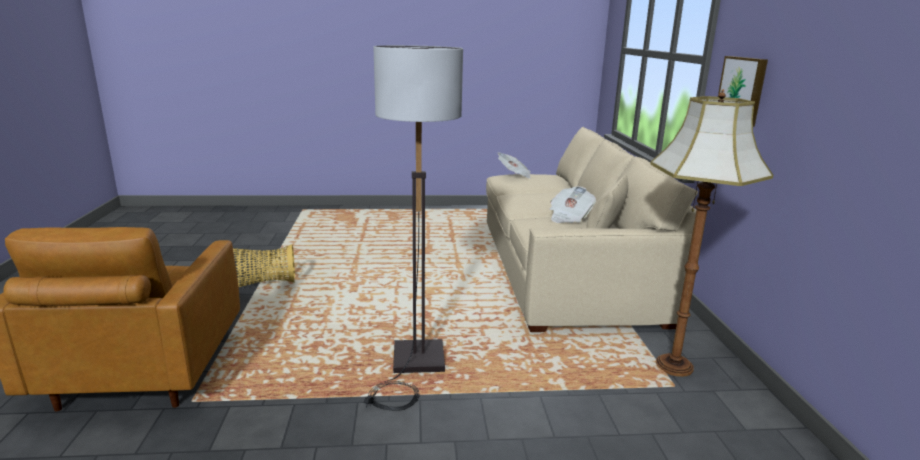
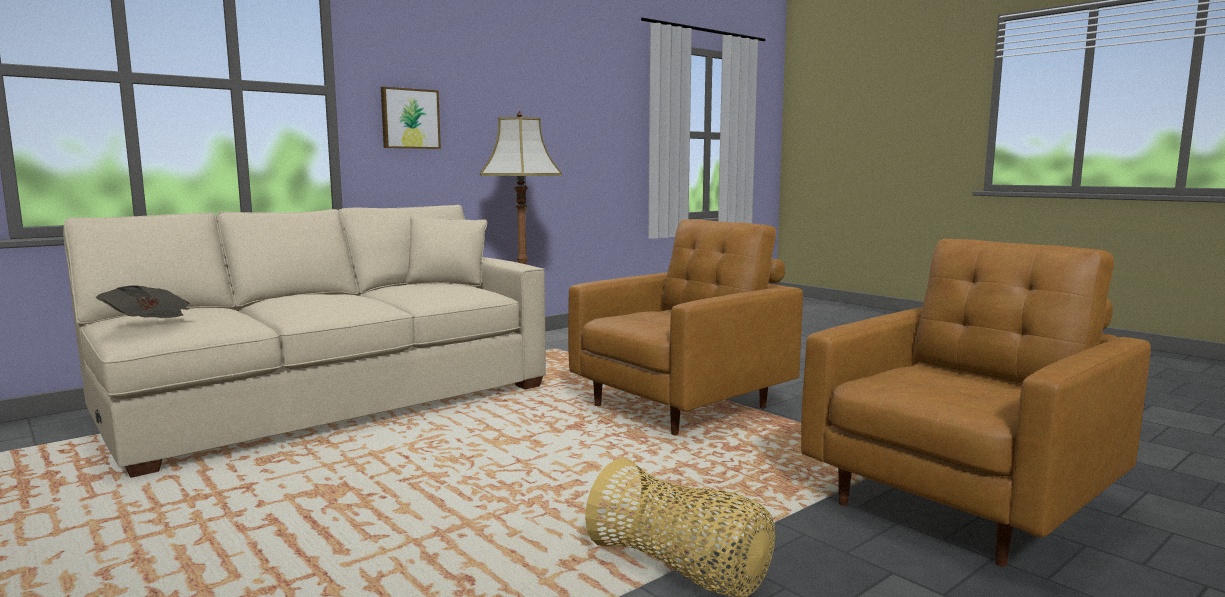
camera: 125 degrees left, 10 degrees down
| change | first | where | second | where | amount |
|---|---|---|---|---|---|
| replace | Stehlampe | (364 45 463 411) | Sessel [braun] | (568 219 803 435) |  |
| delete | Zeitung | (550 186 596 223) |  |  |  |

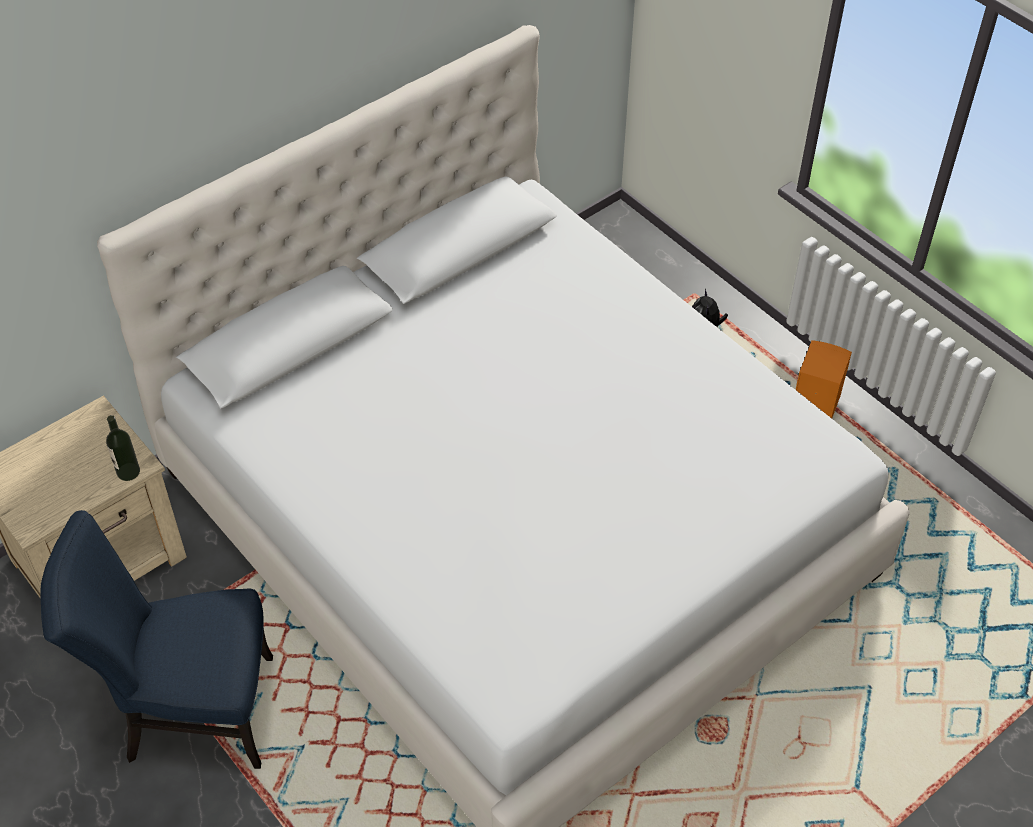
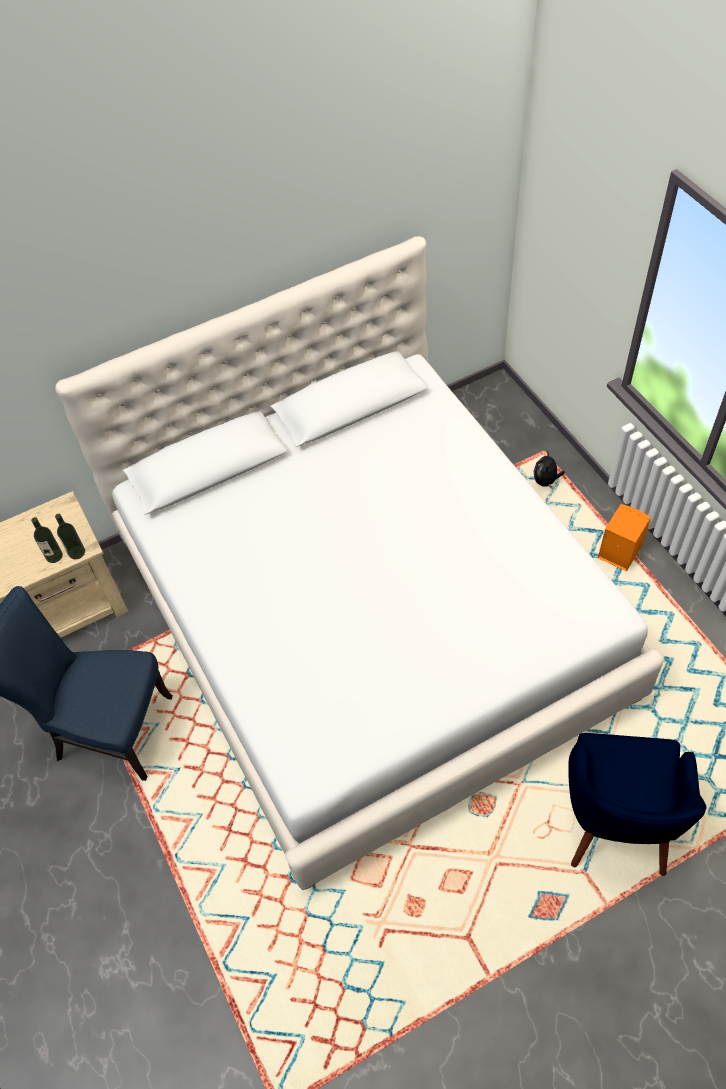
camera: 15 degrees right, 5 degrees up
| change | first | where | second | where | amount |
|---|---|---|---|---|---|
| insert |  |  | Flasche | (31 517 63 563) |  |
| insert |  |  | Sessel [blau] | (568 733 707 876) |  |

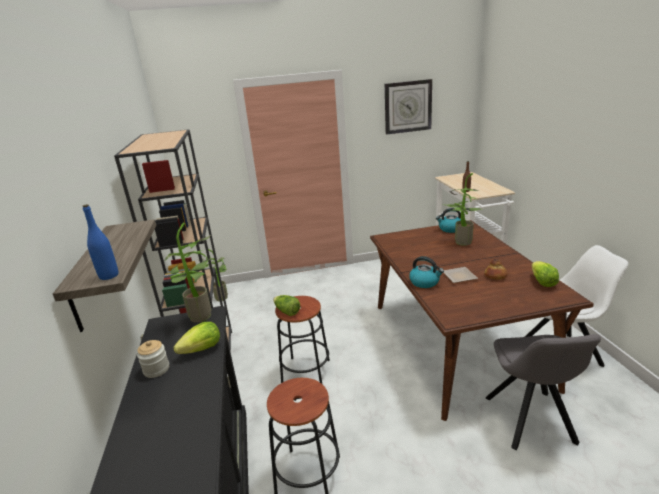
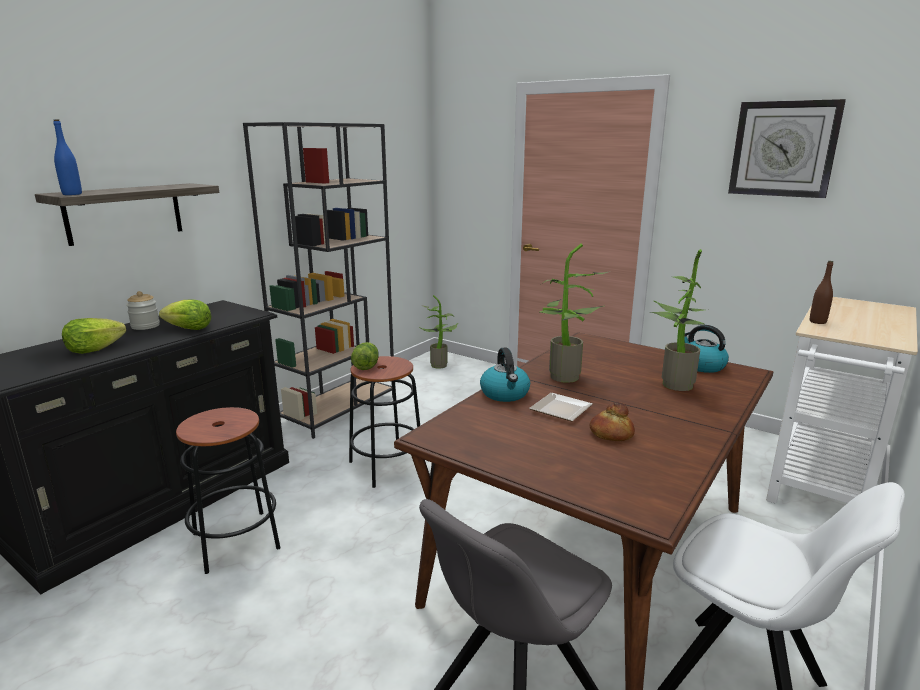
camera: 45 degrees right, 5 degrees down
| change | first | where | second | where | amount |
|---|---|---|---|---|---|
| move | Topfpflanze | (164 223 211 323) |  | (540 244 610 383) |  |
| move | Salatkopf | (532 261 559 287) |  | (62 318 126 354) |  |

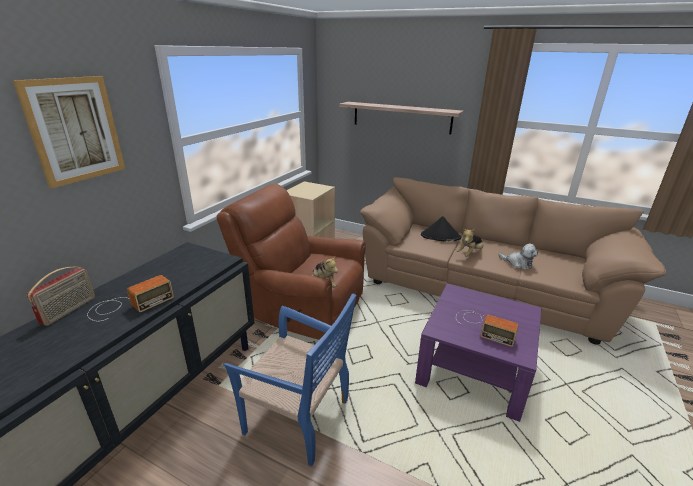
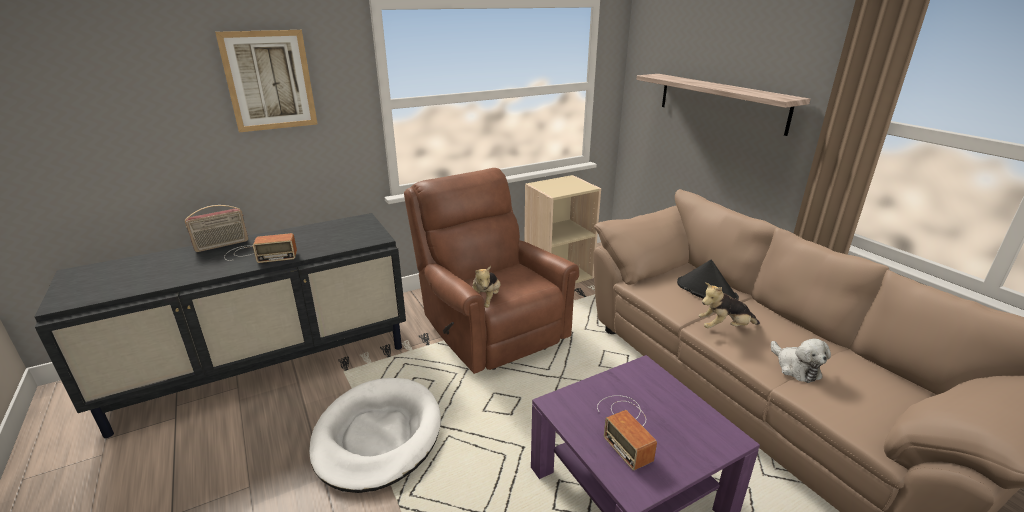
camera: 35 degrees right, 0 degrees up
| change | first | where | second | where | amount |
|---|---|---|---|---|---|
| replace | Sessel [blau] | (224 294 356 466) | Hundebett [weiß] | (309 378 441 493) |  |

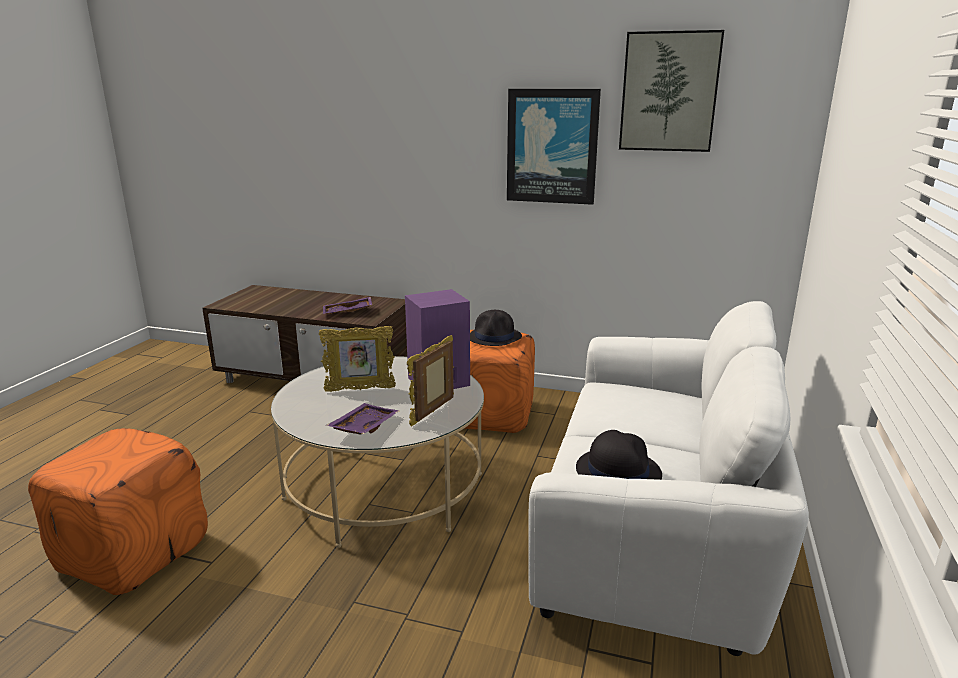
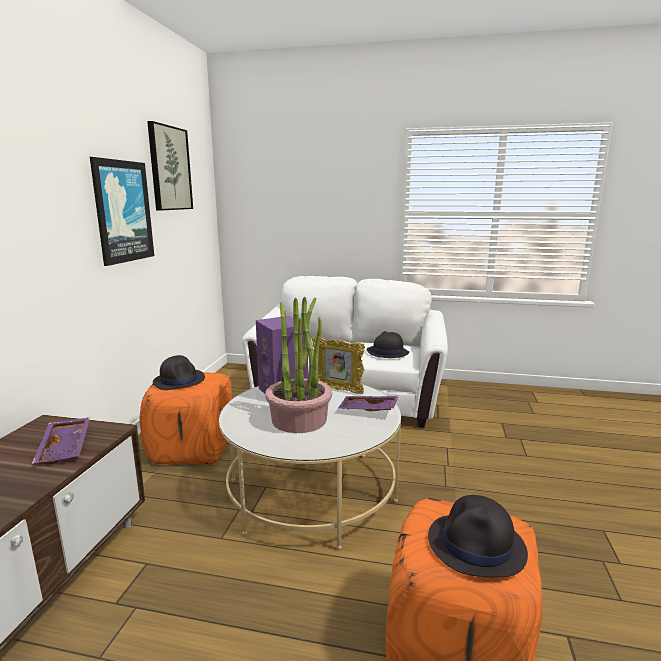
camera: 95 degrees left, 5 degrees down
| change | first | where | second | where | amount |
|---|---|---|---|---|---|
| replace | Bilderrahmen | (319 326 396 392) | Topfpflanze | (265 297 332 433) |  |
| insert |  |  | Hut [schwarz] | (428 495 528 577) |  |

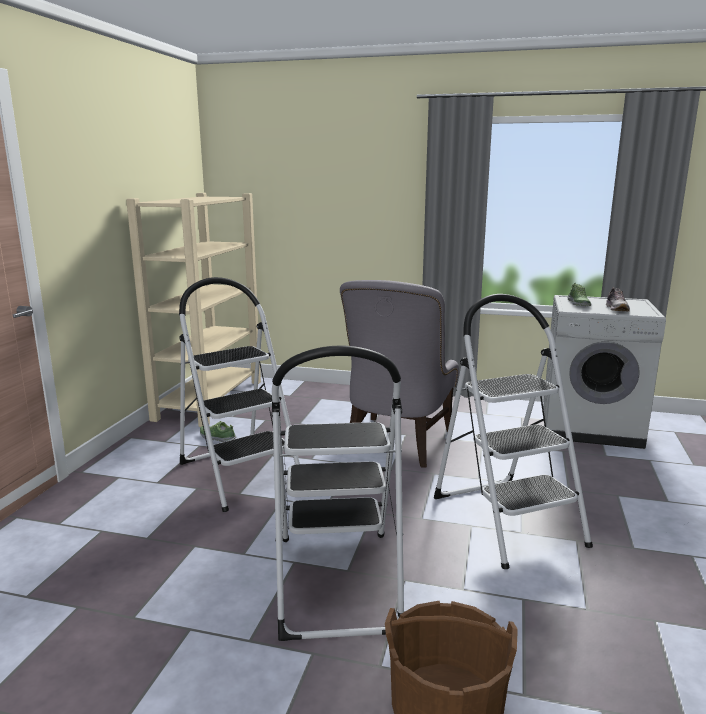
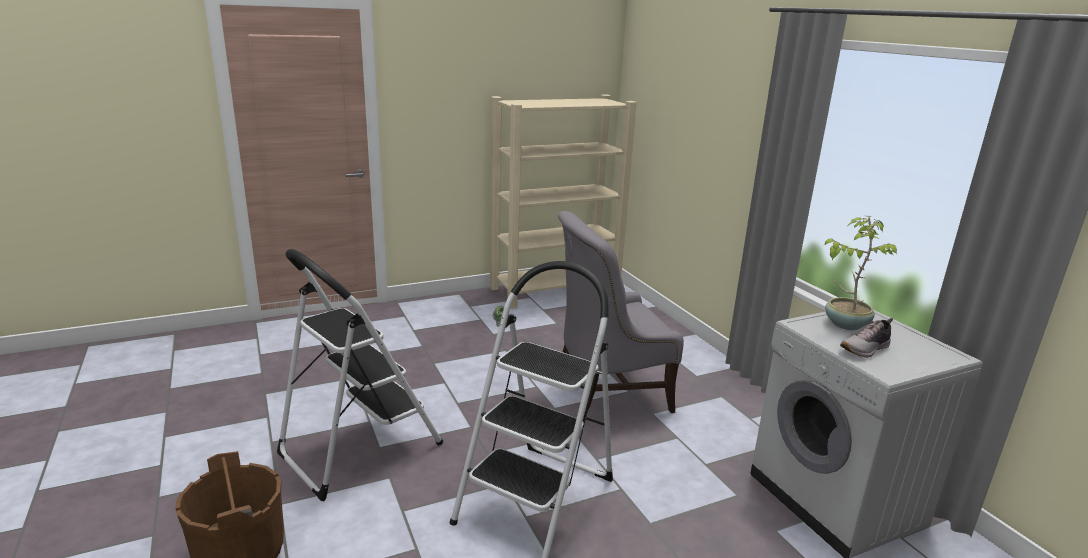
camera: 50 degrees right, 5 degrees up
| change | first | where | second | where | amount |
|---|---|---|---|---|---|
| delete | Trittleiter | (179 277 300 512) |  |  |  |
| replace | Schuh | (567 283 591 306) | Topfpflanze | (824 216 897 330) |  |

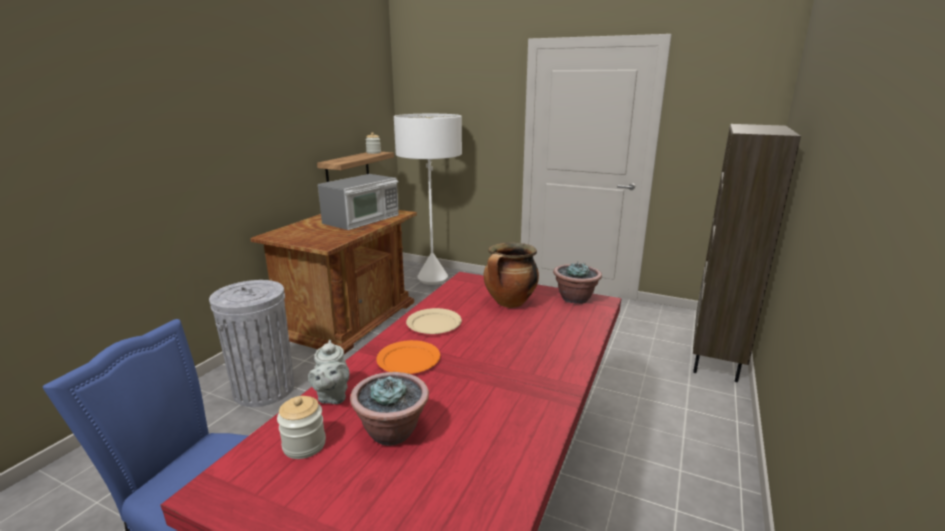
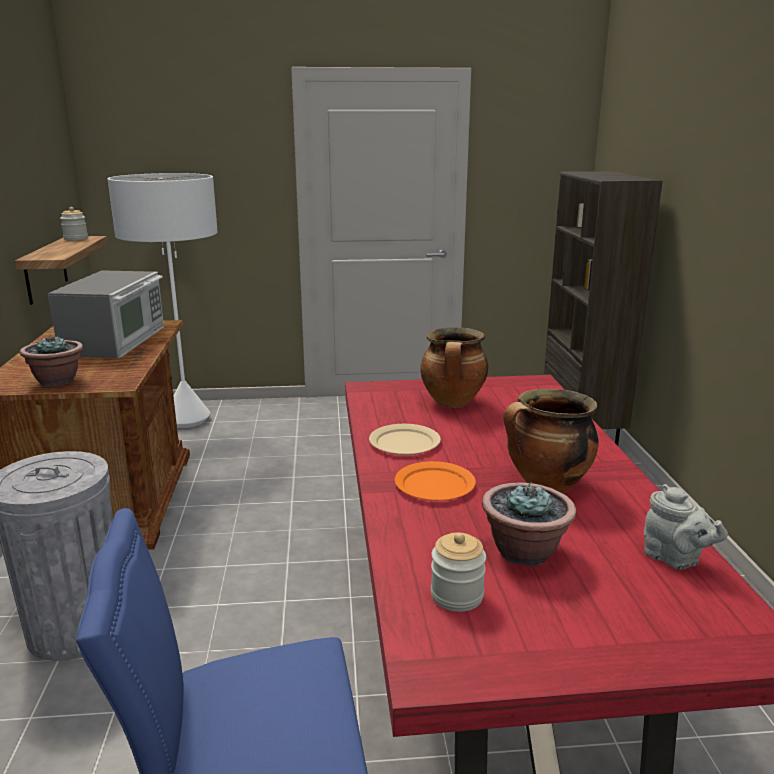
camera: 30 degrees left, 0 degrees up
| change | first | where | second | where | amount |
|---|---|---|---|---|---|
| move | Topfpflanze | (553 261 602 304) |  | (20 335 83 387) |  |
| move | Teekanne [grau] | (308 340 350 404) |  | (644 484 728 570) |  |
| insert |  |  | Kochtopf | (503 388 598 493) |  |

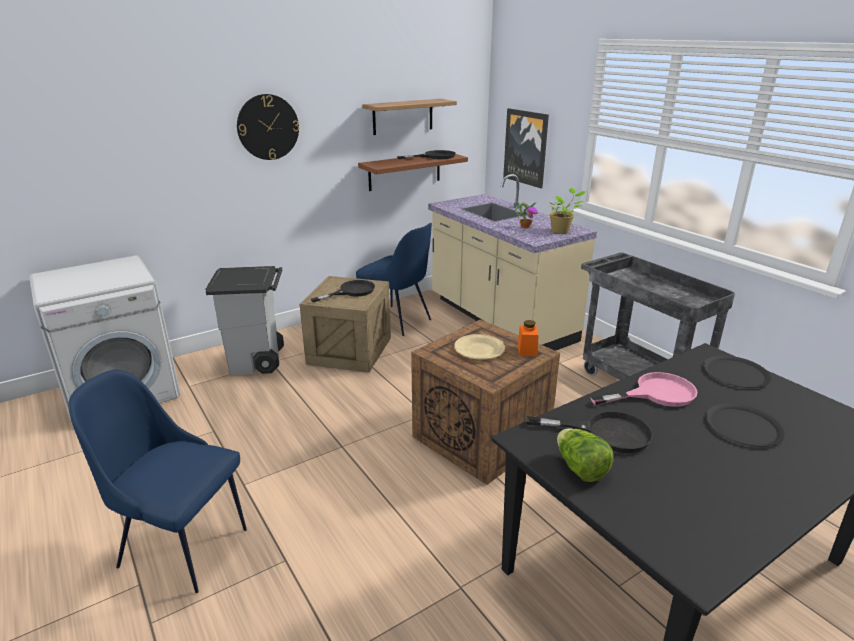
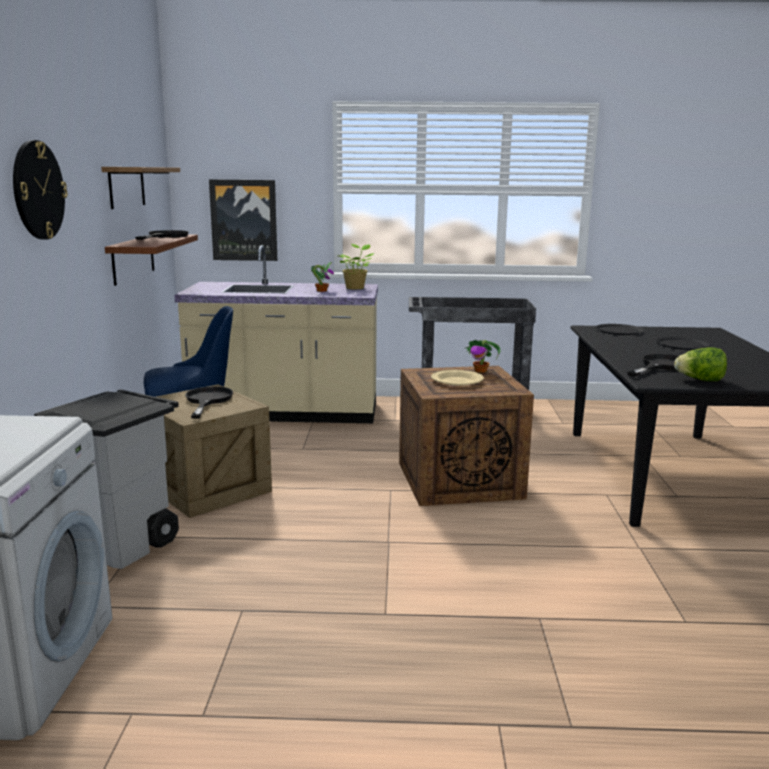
camera: 55 degrees left, 10 degrees down
| change | first | where | second | where | amount |
|---|---|---|---|---|---|
| replace | Vorratsglas [orange] | (518 320 539 356) | Topfpflanze | (465 340 501 373) |  |
| delete | Stuhl [blau] | (69 370 247 593) |  |  |  |
| delete | Pfanne [rosa] | (590 372 698 407) |  |  |  |

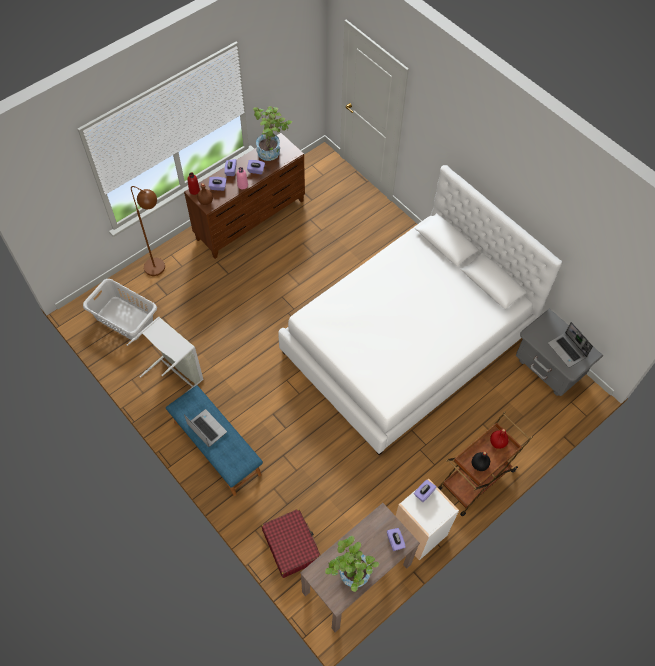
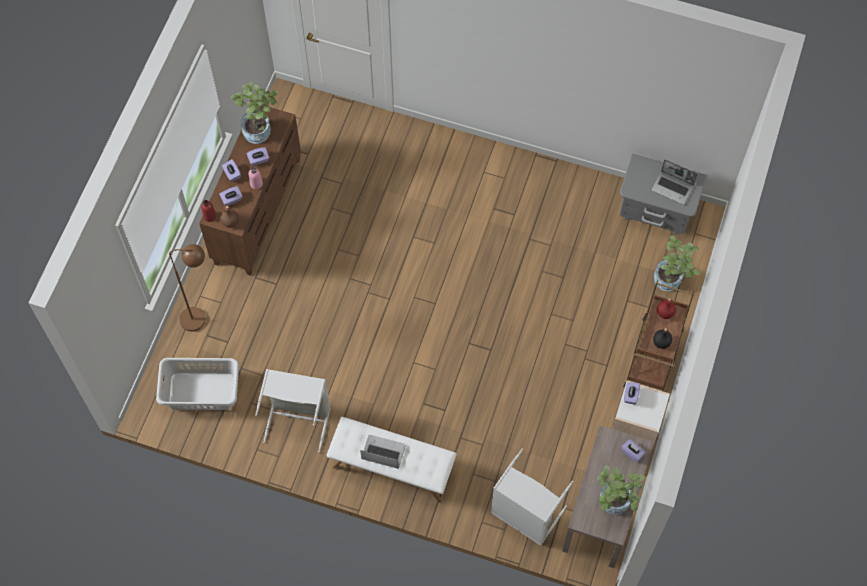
camera: 30 degrees left, 5 degrees up
| change | first | where | second | where | amount |
|---|---|---|---|---|---|
| delete | Bett [weiß] | (278 165 562 455) |  |  |  |
| recolor | Bank [blau] | (166 385 263 496) | Bank [weiß] | (326 417 457 503) |  |
| replace | Koffer [rot] | (261 509 320 578) | Wäschekorb [grau] | (491 448 574 546) |  |
| insert |  |  | Topfpflanze | (654 236 700 291) |  |

